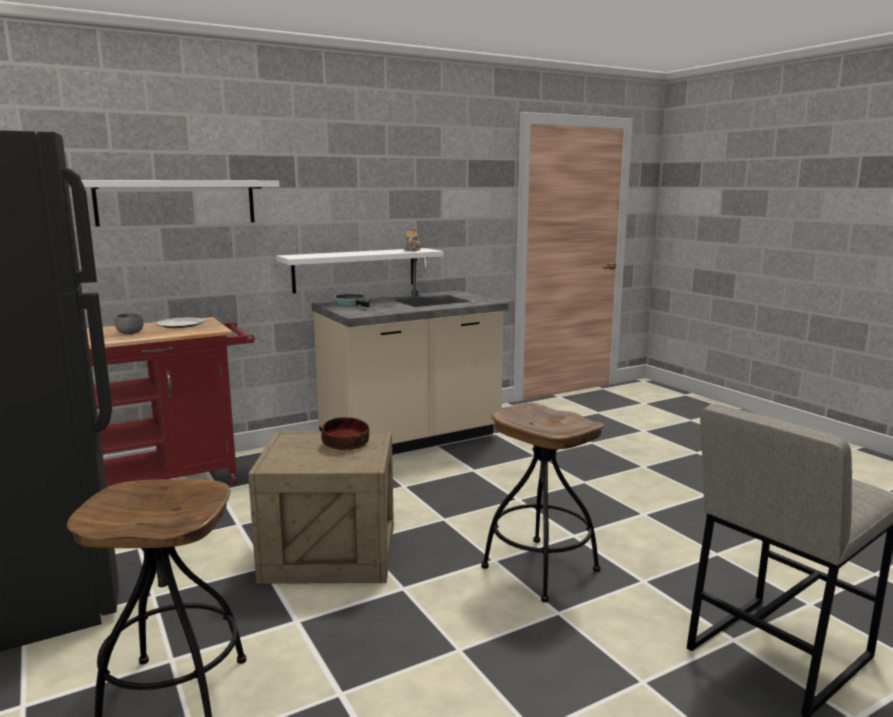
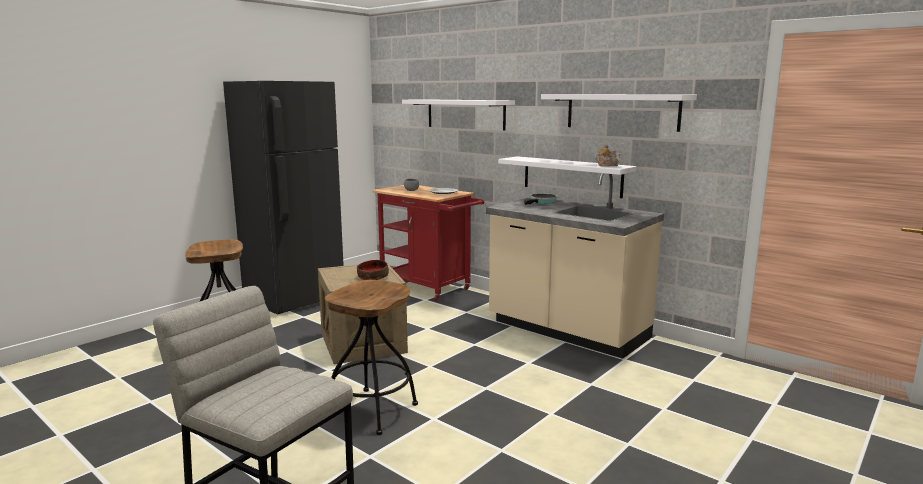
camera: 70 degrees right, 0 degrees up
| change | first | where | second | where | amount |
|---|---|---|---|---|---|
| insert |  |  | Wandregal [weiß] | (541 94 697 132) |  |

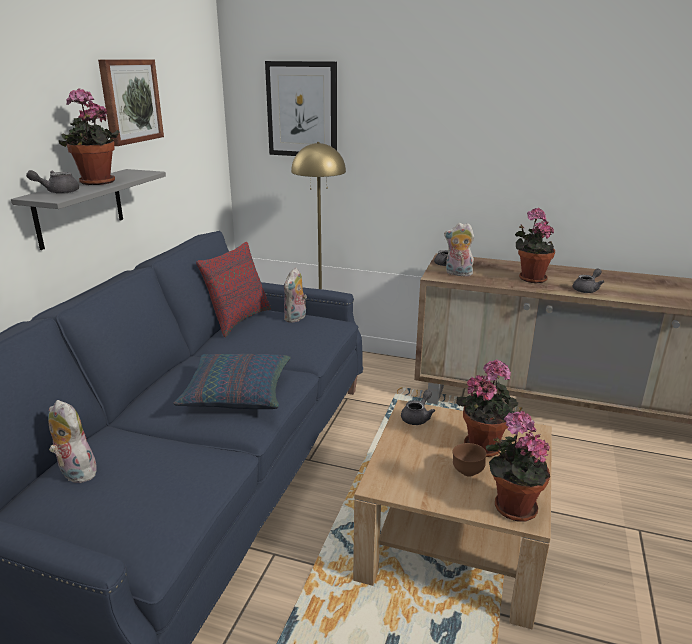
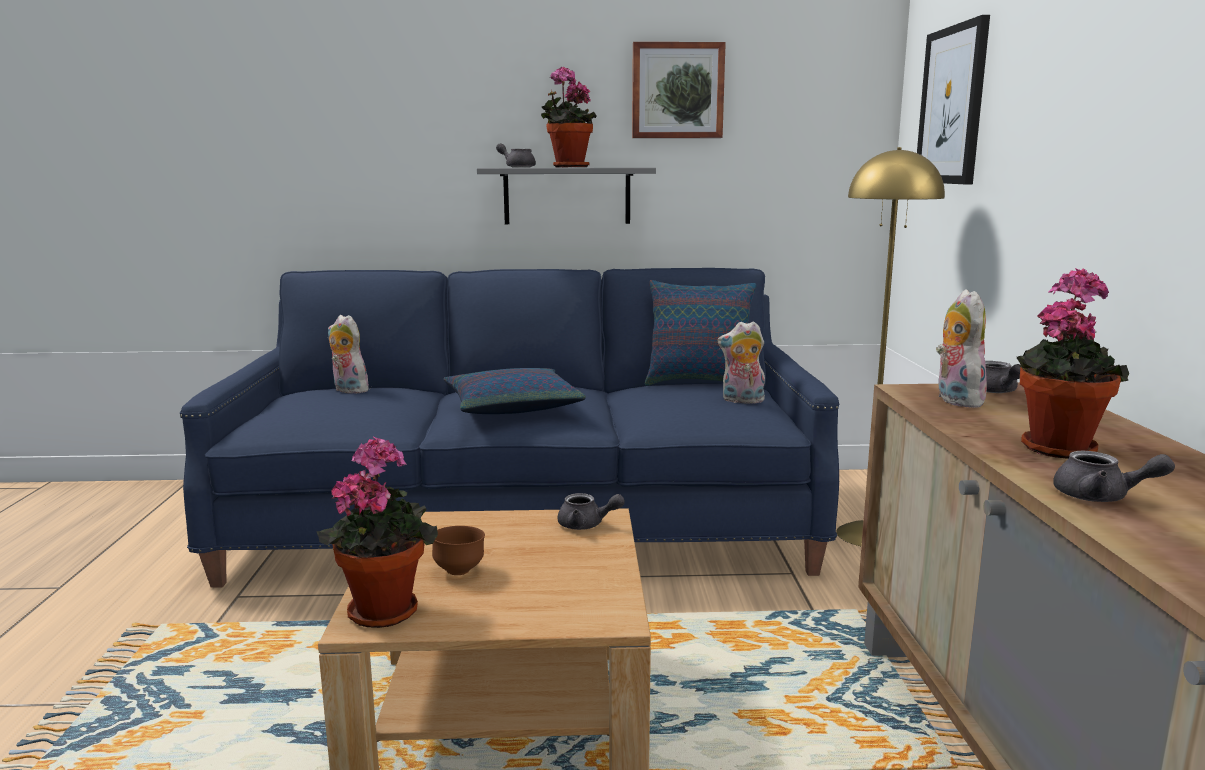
camera: 70 degrees right, 10 degrees down
| change | first | where | second | where | amount |
|---|---|---|---|---|---|
| recolor | Kissen [rot] | (196 242 271 337) | Kissen [blau] | (645 280 757 386) |  |
| delete | Topfpflanze | (456 360 518 457) |  |  |  |
| rotate | Plüschtier | (48 400 97 483) |  | (328 315 369 394) | 75 degrees counterclockwise |

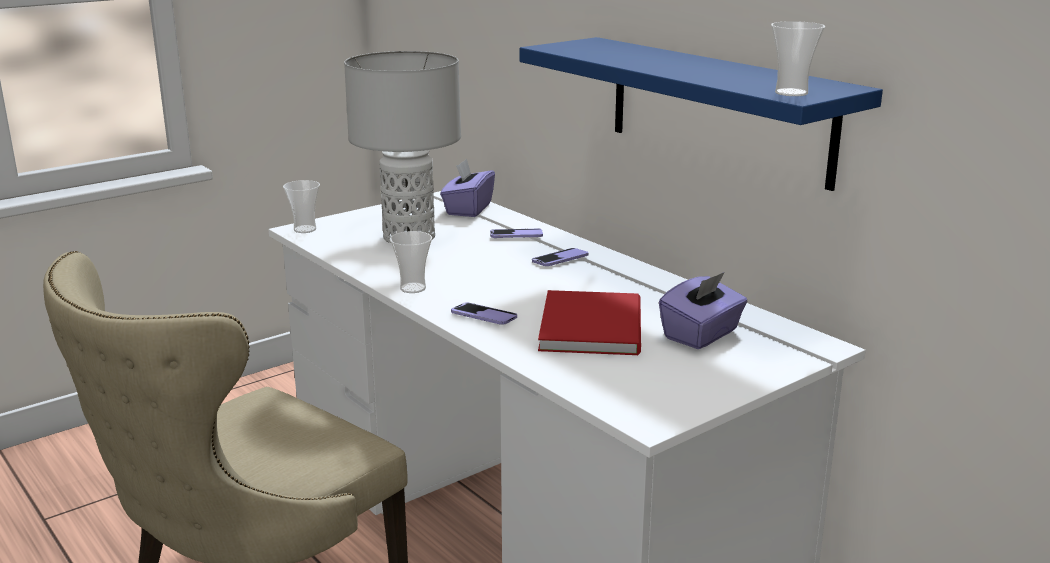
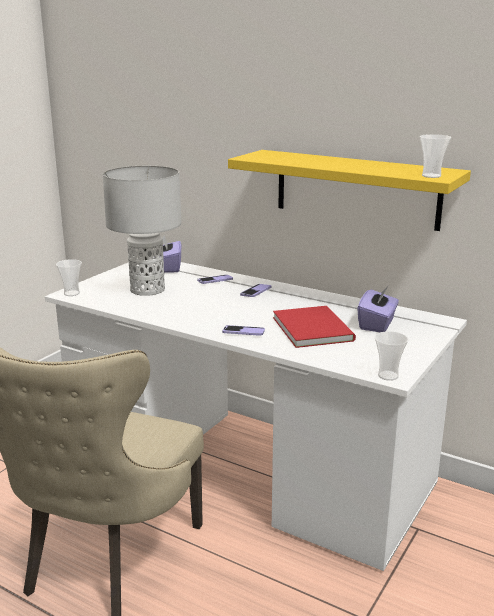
camera: 20 degrees left, 0 degrees up
| change | first | where | second | where | amount |
|---|---|---|---|---|---|
| recolor | Wandregal [blau] | (520 37 883 191) | Wandregal [gelb] | (228 150 471 231) |  |
| move | Tasse | (390 231 432 293) |  | (375 331 408 381) |  |

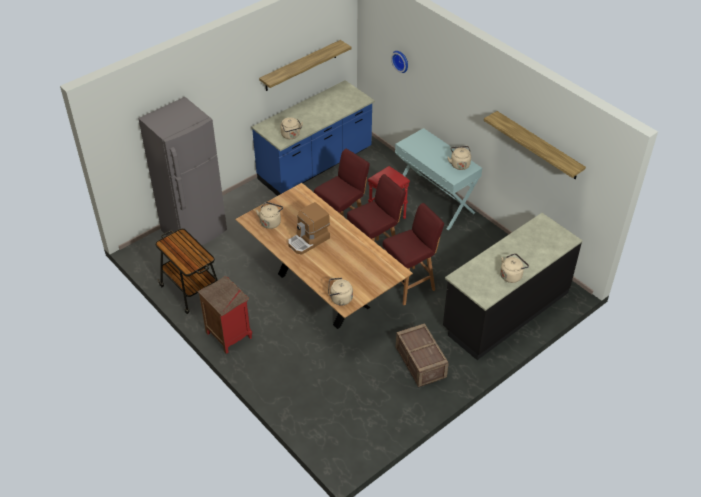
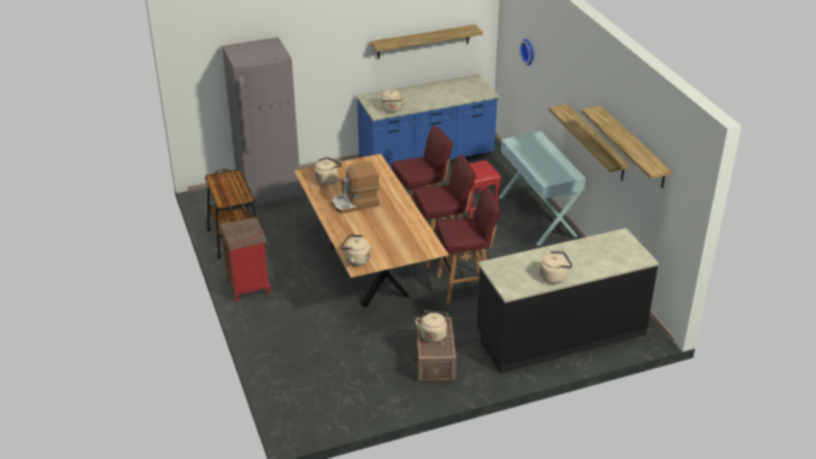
camera: 20 degrees right, 10 degrees down
| change | first | where | second | where | amount |
|---|---|---|---|---|---|
| move | Wasserkessel [beige] | (448 146 471 170) |  | (415 310 449 343) |  |
| insert |  |  | Wandregal | (549 104 630 181) |  |

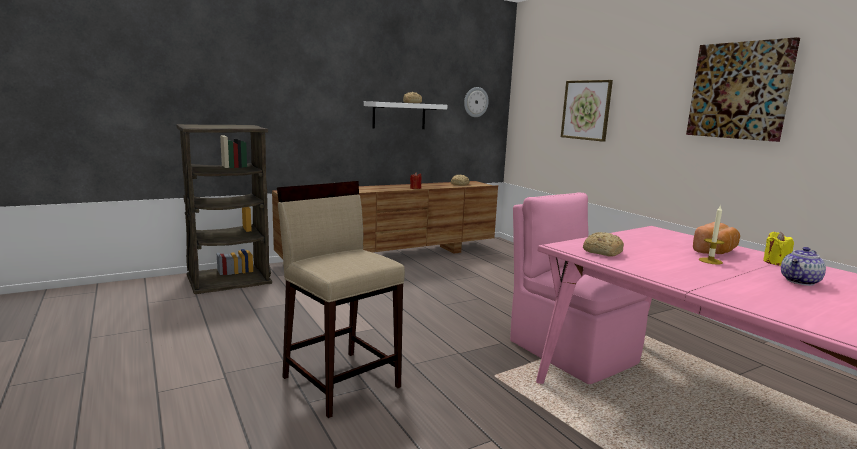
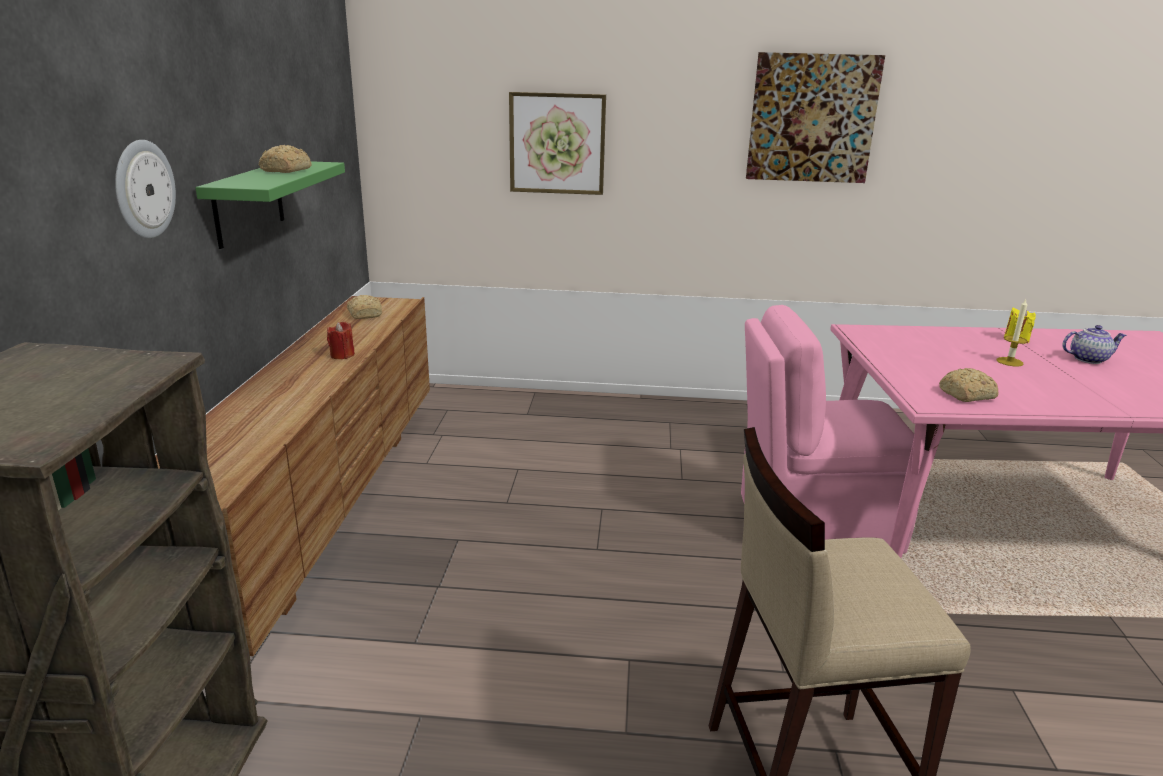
camera: 55 degrees left, 10 degrees up
| change | first | where | second | where | amount |
|---|---|---|---|---|---|
| move | Wanduhr | (464 87 489 117) |  | (115 140 176 238) |  |
| recolor | Wandregal [weiß] | (364 101 447 129) | Wandregal [grün] | (195 161 345 249) |  |
| delete | Brot | (693 222 740 254) |  |  |  |
| rotate | Teekanne | (781 247 826 286) |  | (1062 325 1127 364) | 90 degrees counterclockwise |

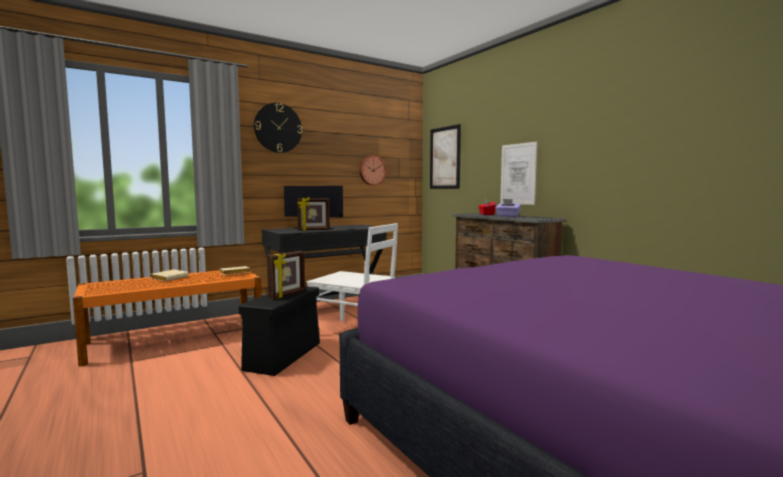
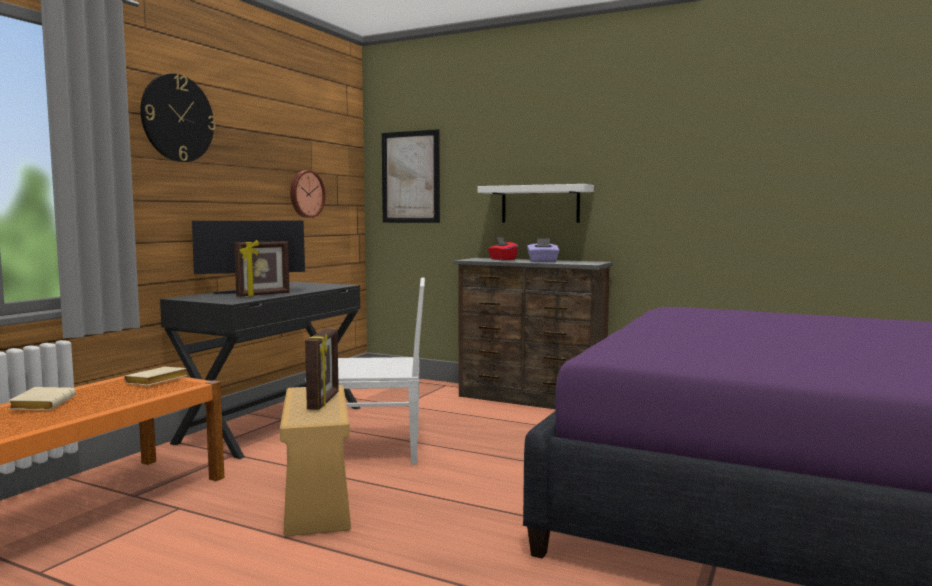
camera: 30 degrees left, 0 degrees up
| change | first | where | second | where | amount |
|---|---|---|---|---|---|
| replace | Bild | (500 142 537 205) | Wandregal [weiß] | (478 184 594 223) |  |
| recolor | Aufbewahrungsbox [schwarz] | (239 286 320 376) | Aufbewahrungsbox [beige] | (280 385 351 537) |  |

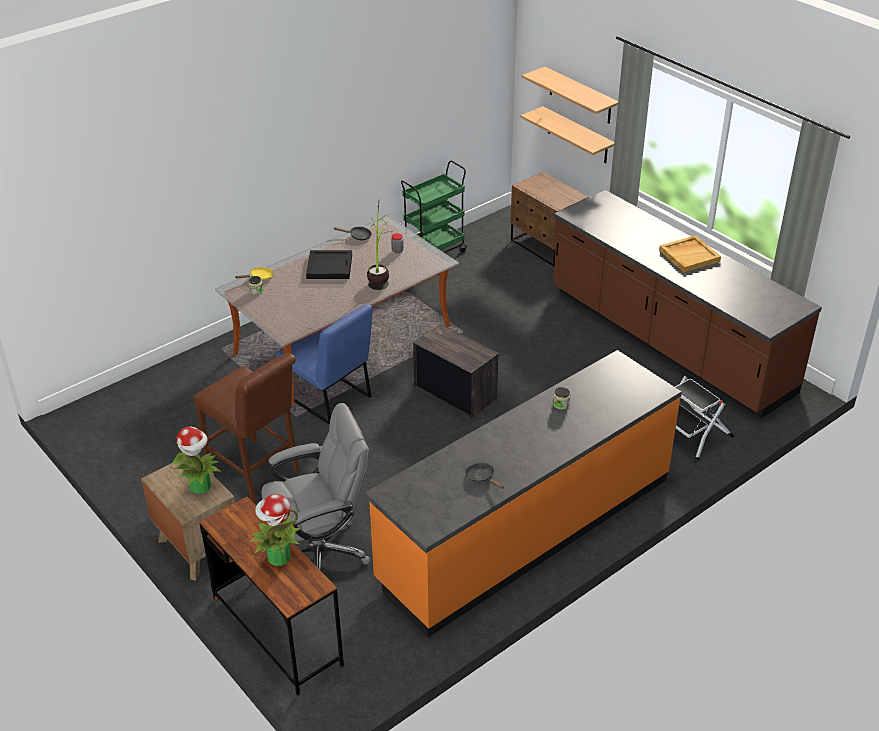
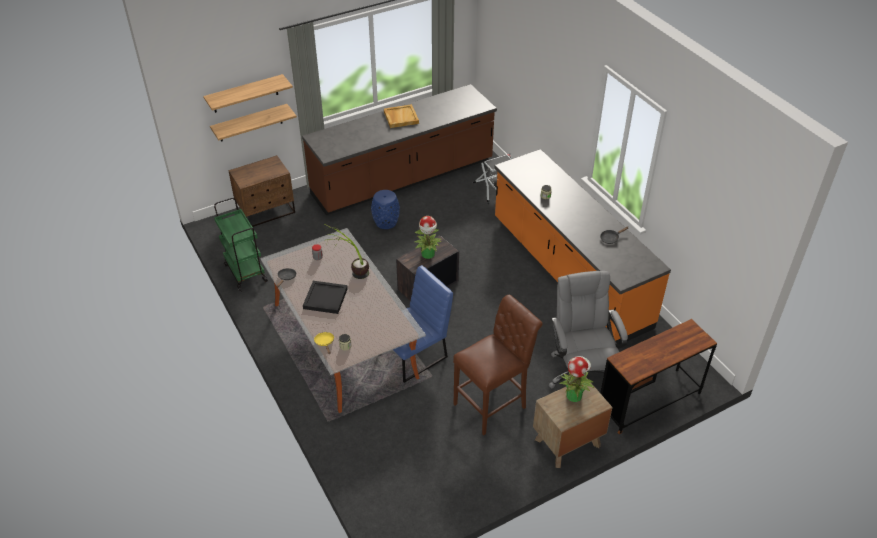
camera: 80 degrees left, 5 degrees up
| change | first | where | second | where | amount |
|---|---|---|---|---|---|
| move | Topfpflanze | (250 494 301 566) |  | (414 216 441 259) |  |
| insert |  |  | Hocker [blau] | (371 190 400 229) |  |

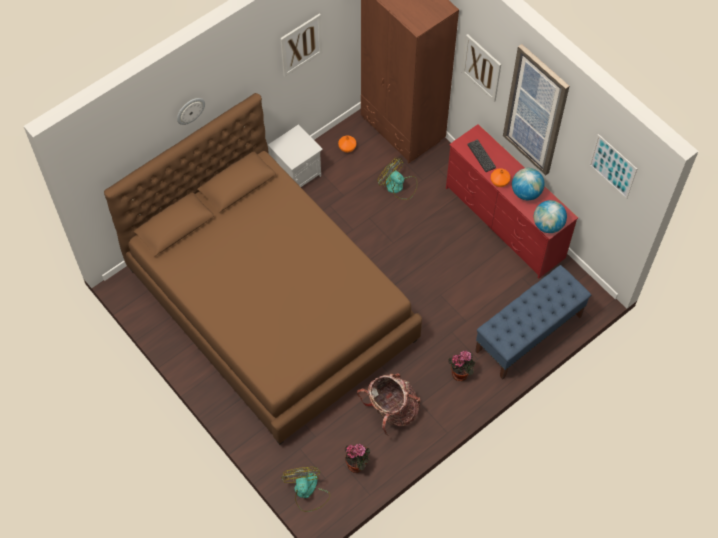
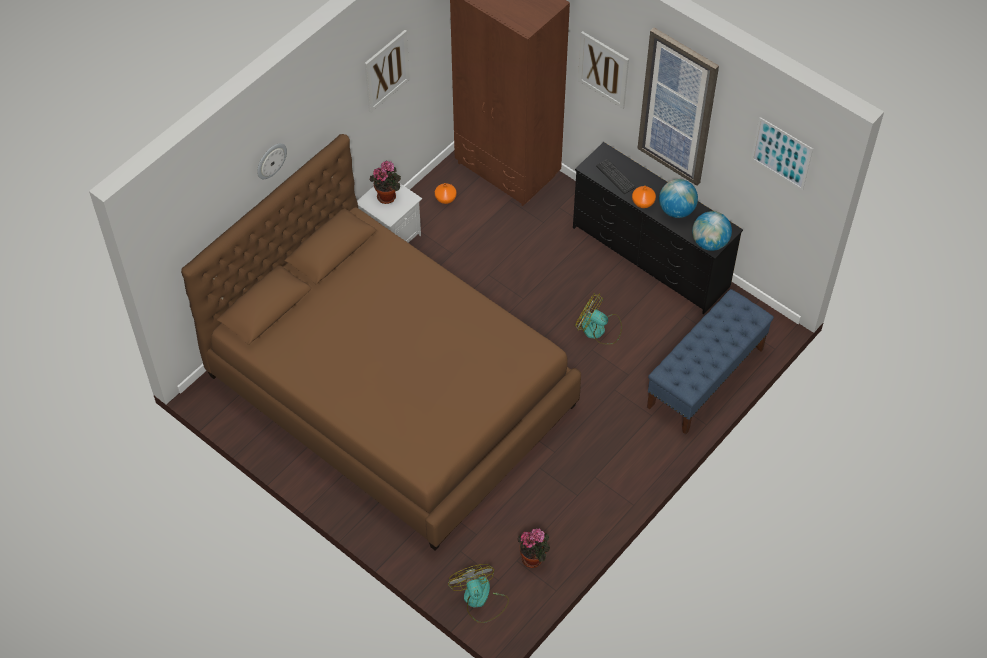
camera: 10 degrees left, 5 degrees down
| change | first | where | second | where | amount |
|---|---|---|---|---|---|
| recolor | Kommode [rot] | (446 124 578 279) | Kommode [schwarz] | (573 142 743 314) |  |
| move | Ventilator | (377 157 417 200) |  | (575 293 622 345) |  |
| move | Topfpflanze | (448 351 475 381) |  | (370 161 401 204) |  |
| delete | Rucksack | (357 373 421 436) |  |  |  |

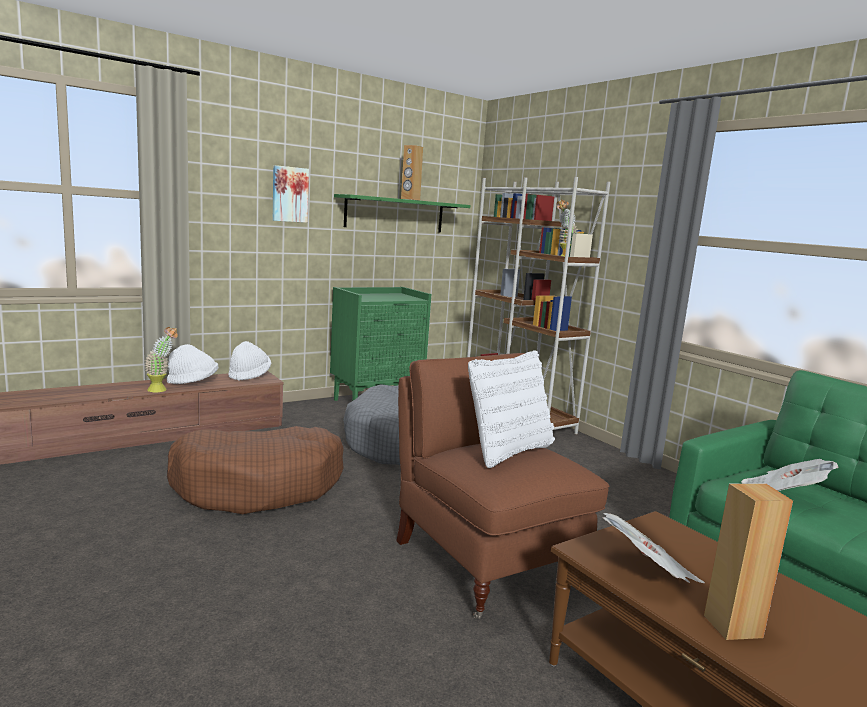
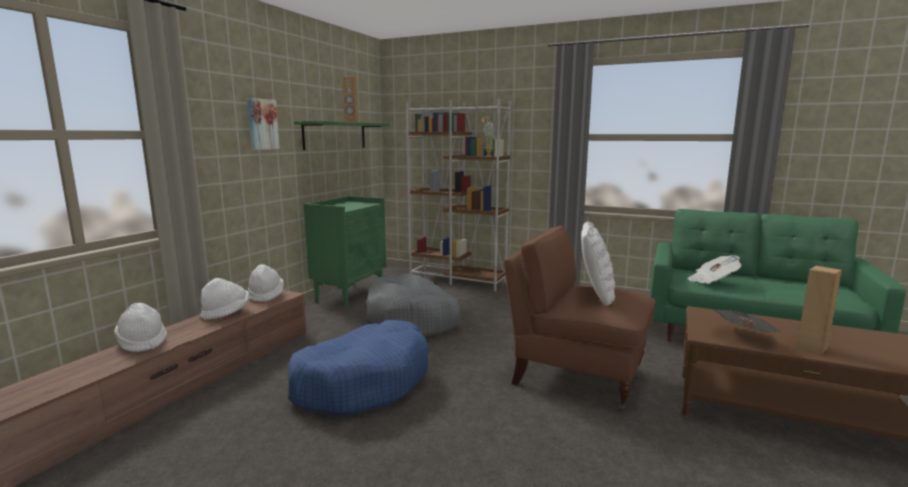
camera: 30 degrees left, 0 degrees up
| change | first | where | second | where | amount |
|---|---|---|---|---|---|
| delete | Topfpflanze | (144 327 178 392) |  |  |  |
| recolor | Hundebett [braun] | (167 426 344 514) | Hundebett [blau] | (288 320 429 415) |  |
| insert |  |  | Hut [weiß] | (114 303 167 352) |  |

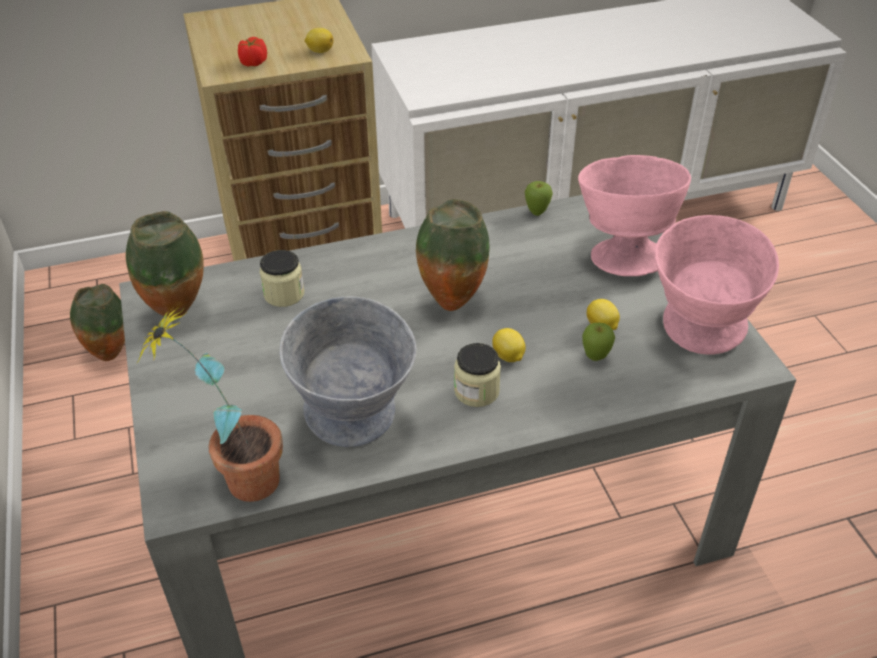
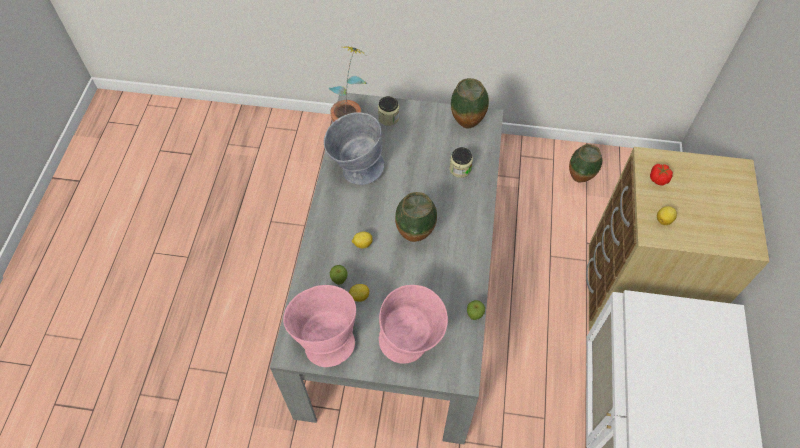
camera: 115 degrees right, 15 degrees up
| change | first | where | second | where | amount |
|---|---|---|---|---|---|
| move | Vorratsglas | (454 343 501 407) |  | (378 96 399 126) |  |

